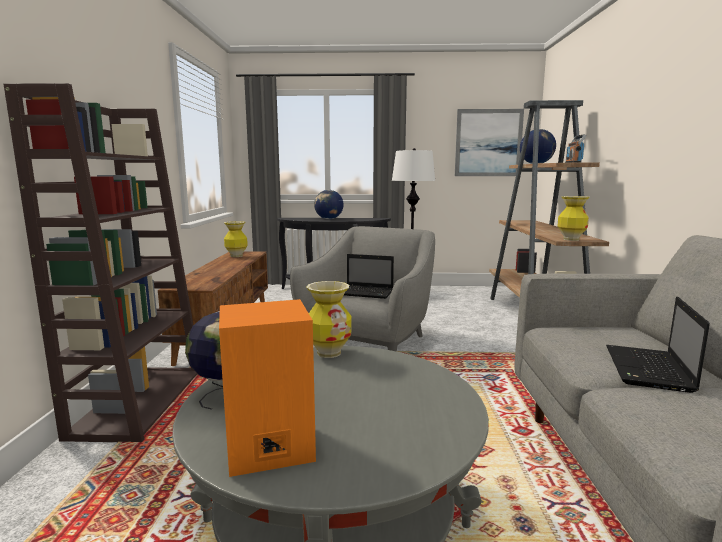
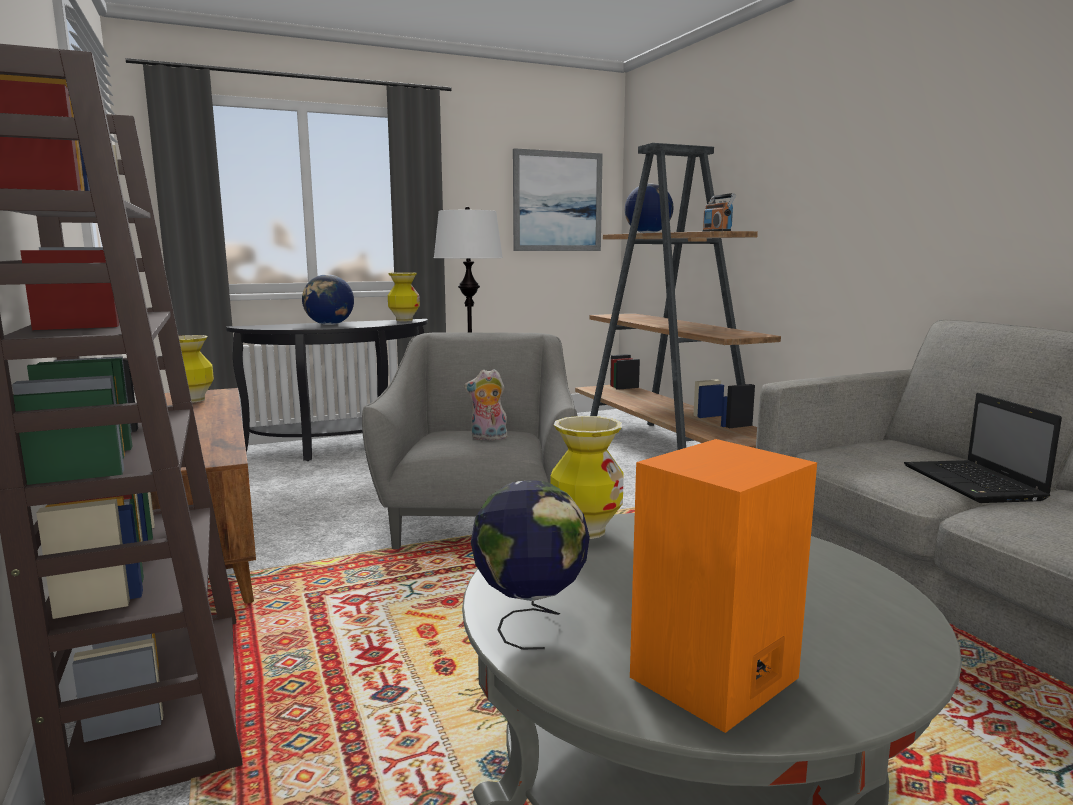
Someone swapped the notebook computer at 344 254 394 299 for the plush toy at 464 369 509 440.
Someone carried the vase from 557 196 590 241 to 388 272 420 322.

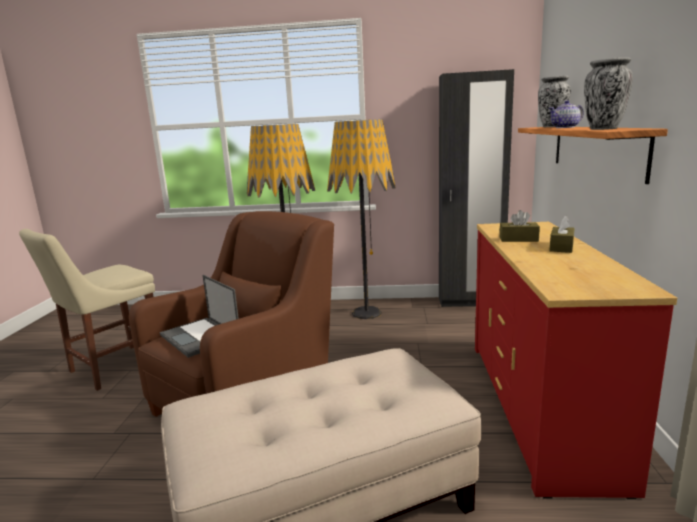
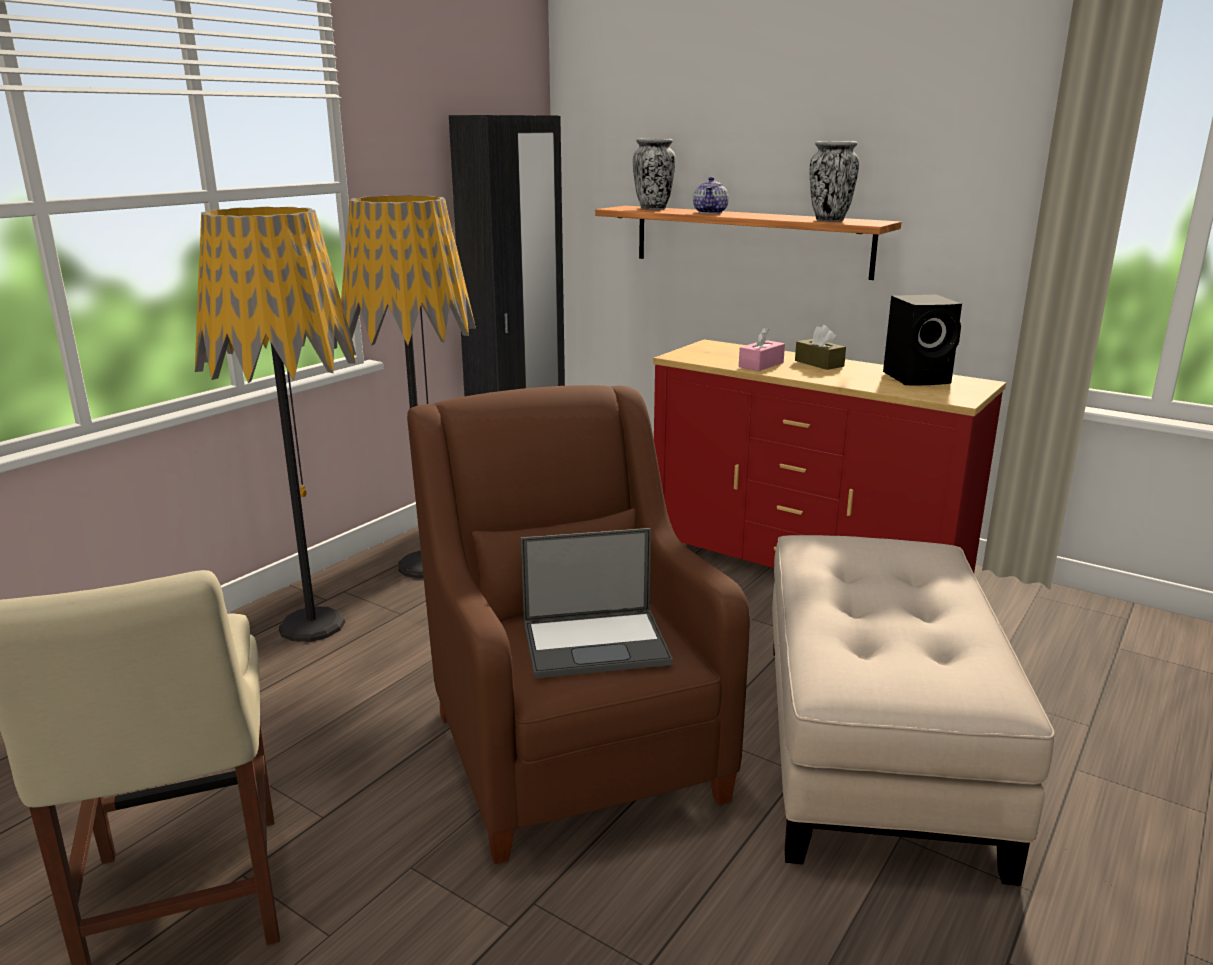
Someone repainted the box of tissues (brown-coloured) at 499 210 540 242, which became the box of tissues (pink-coloured) at 739 326 785 371.
Someone put down the loudspeaker (blackish) at 883 295 962 385.

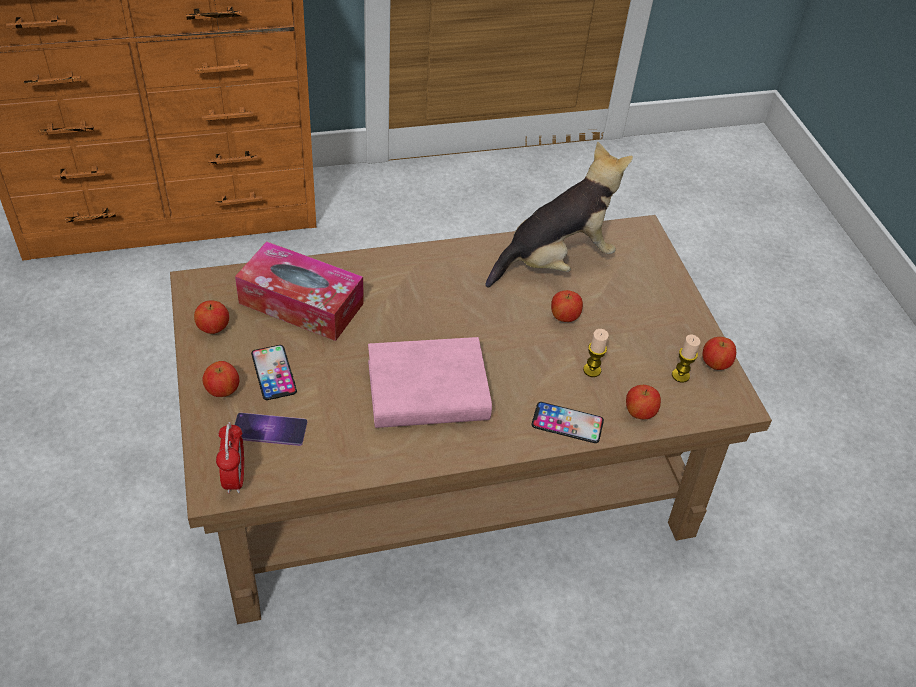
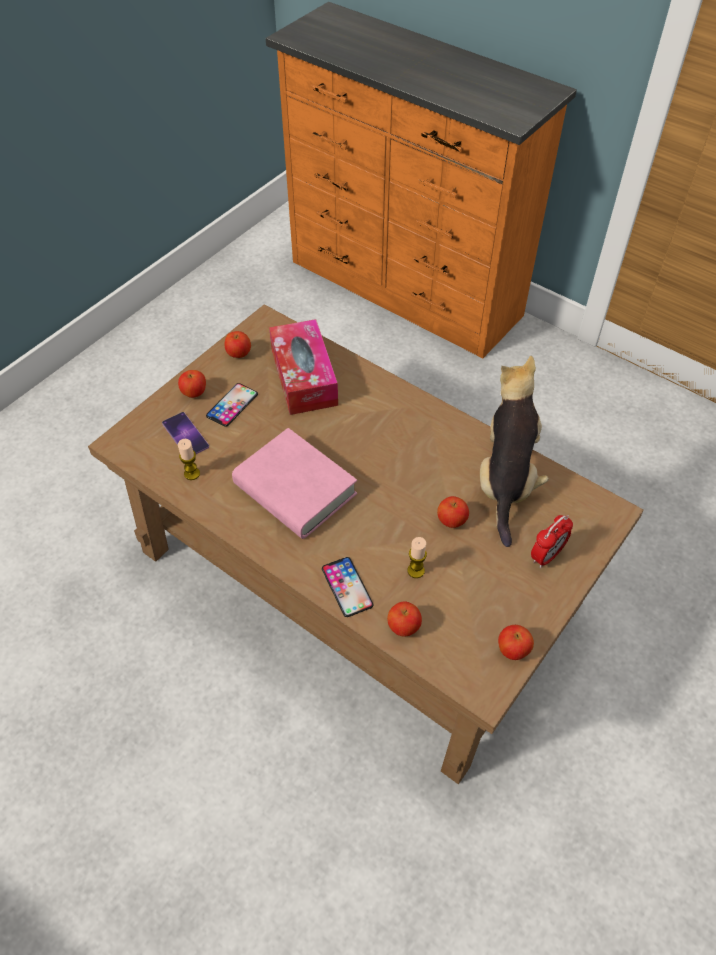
Someone carried the table clock from 216 422 244 494 to 531 515 573 568.
Someone rotated the plush toy at 485 142 633 288 by 105 degrees counterclockwise.
Someone carried the wax light from 672 335 700 383 to 178 439 200 480.

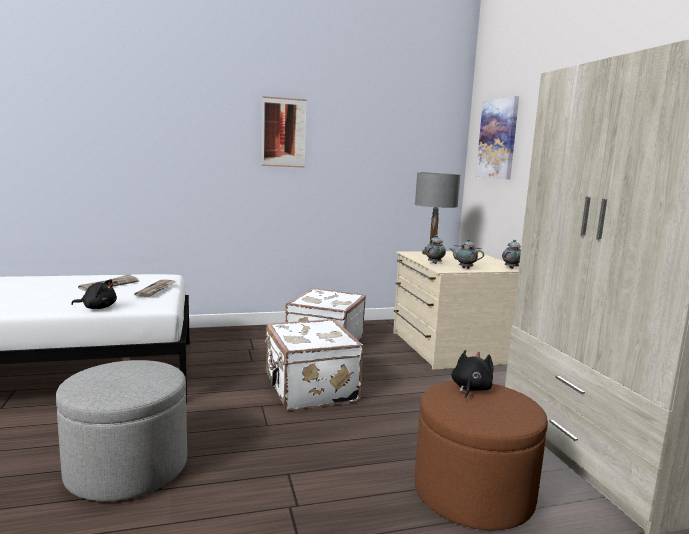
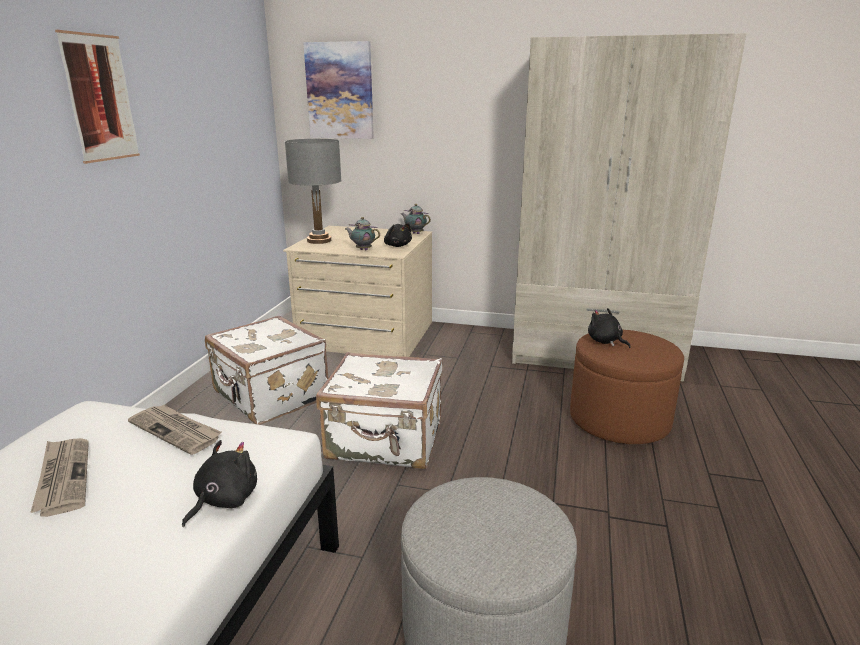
Someone swapped the pot for tea at 450 239 484 269 for the plush toy (blackish) at 384 223 412 247.

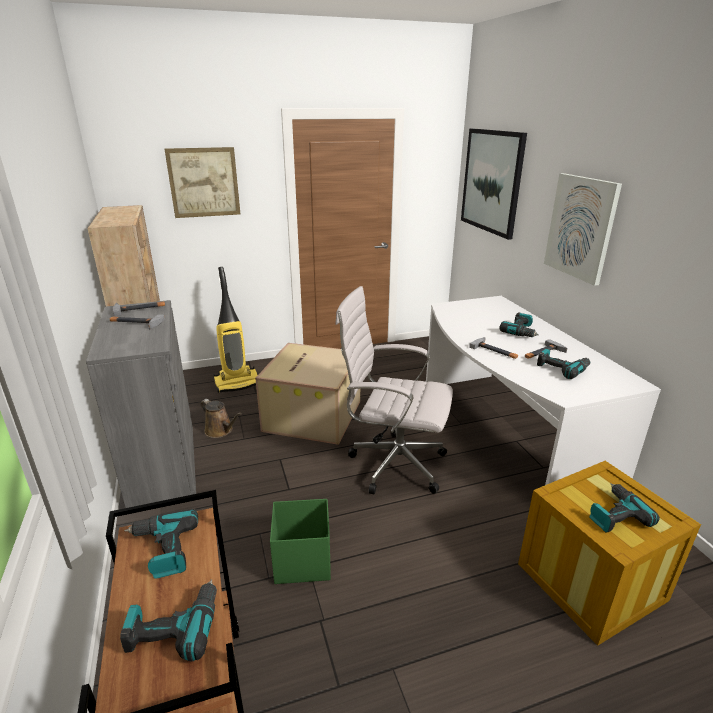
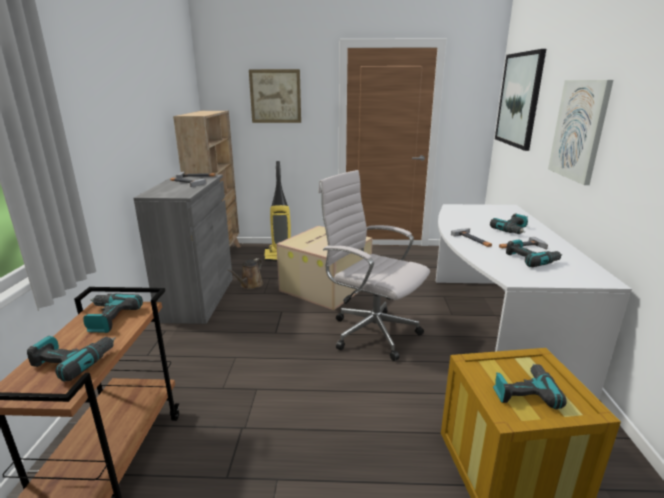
Someone rotated the watering can (brown-coloured) at 200 399 242 438 by 60 degrees clockwise.
Someone took away the storage bin (green) at 270 499 331 584.

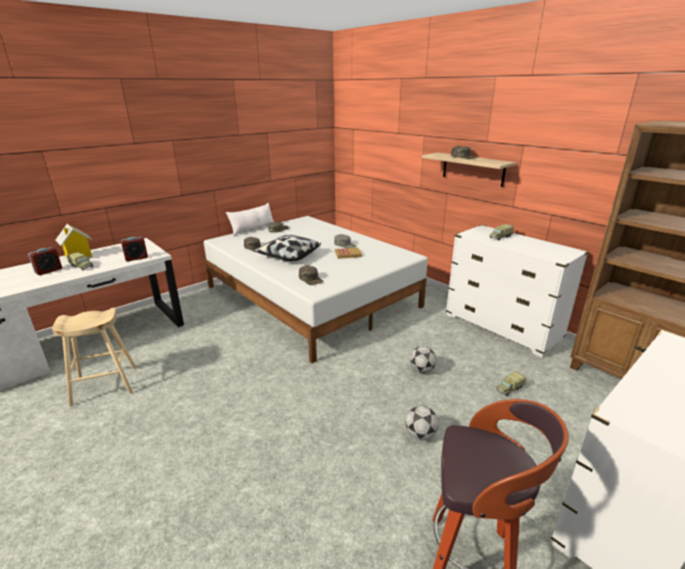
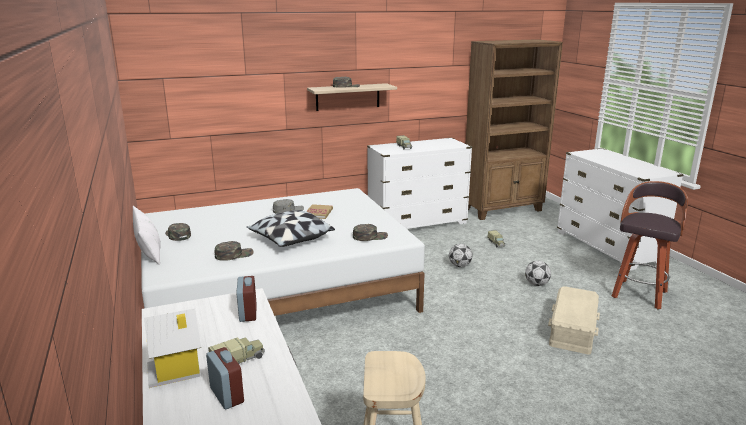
Someone put down the storage bin (sand-coloured) at 548 286 600 354.

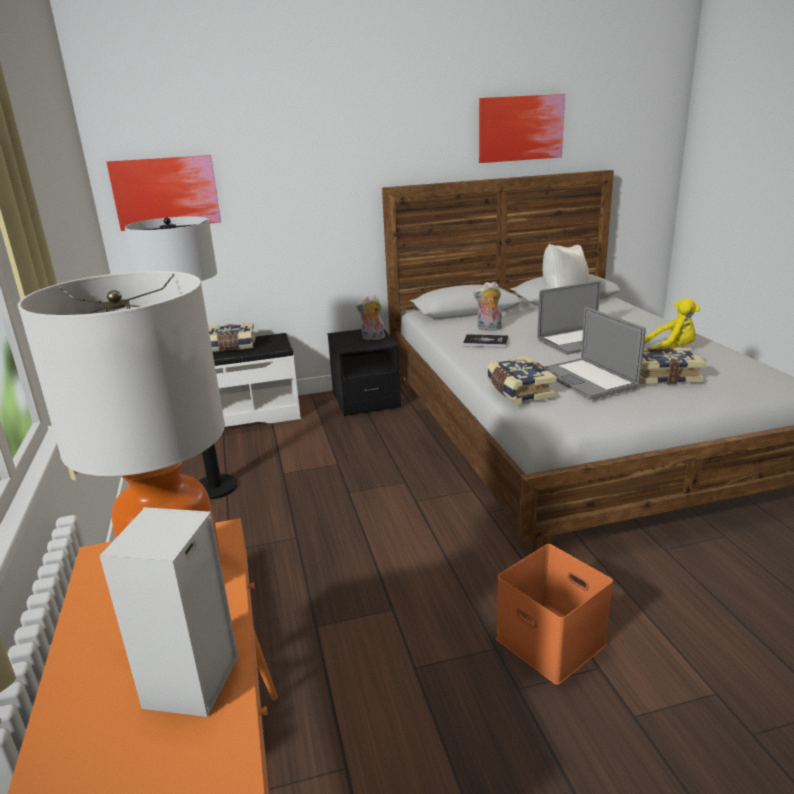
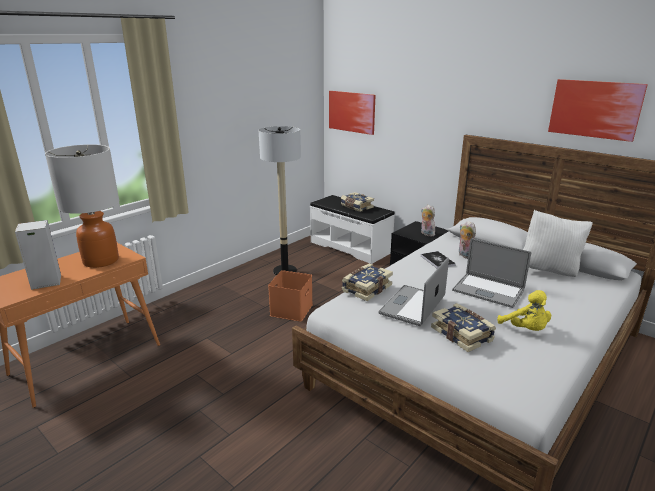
Someone carried the storage bin (orangey) from 496 544 613 685 to 268 270 313 322.

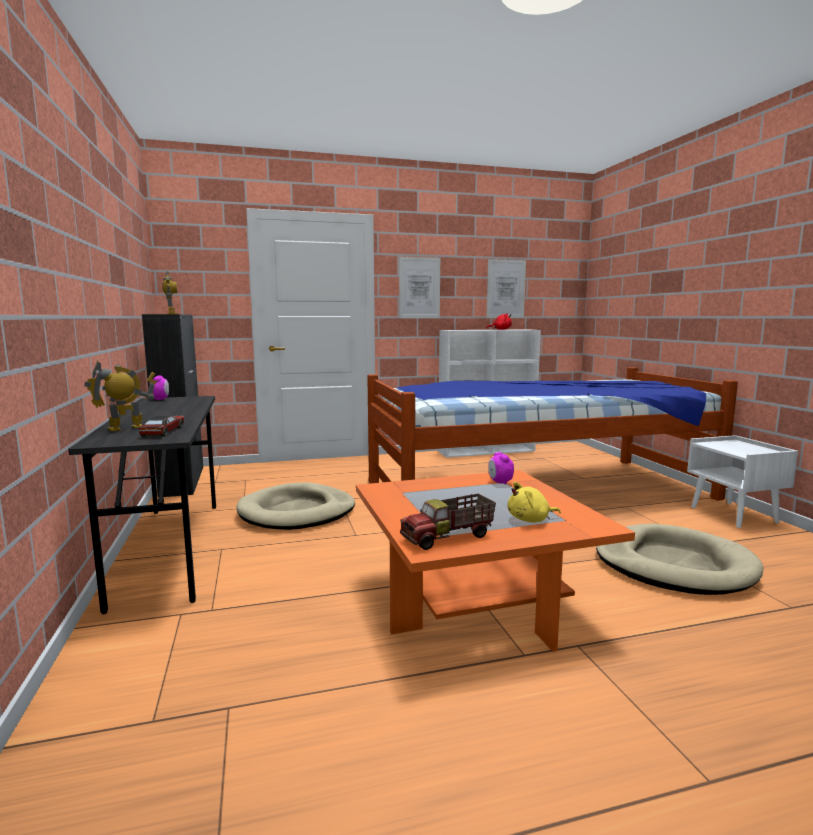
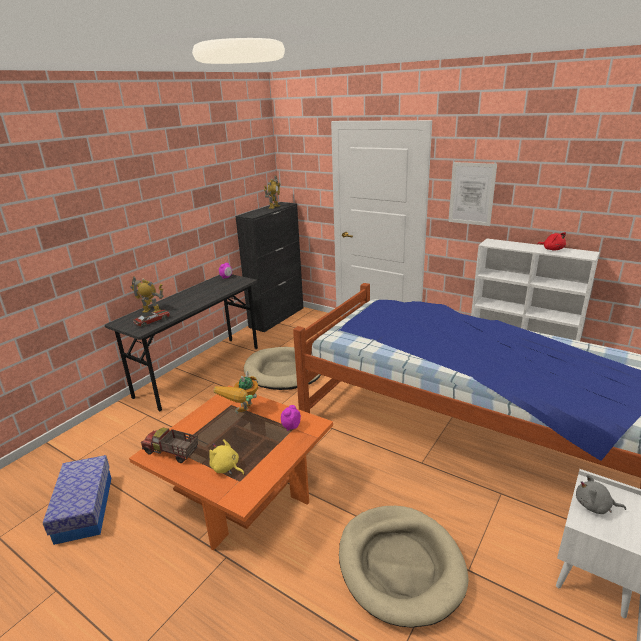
Someone took away the picture at 486 259 526 318.
Someone put down the storage bin at 43 455 111 545.
Someone put down the model robot at 214 370 258 414.
Someone put down the plush toy (grey) at 576 474 626 514.

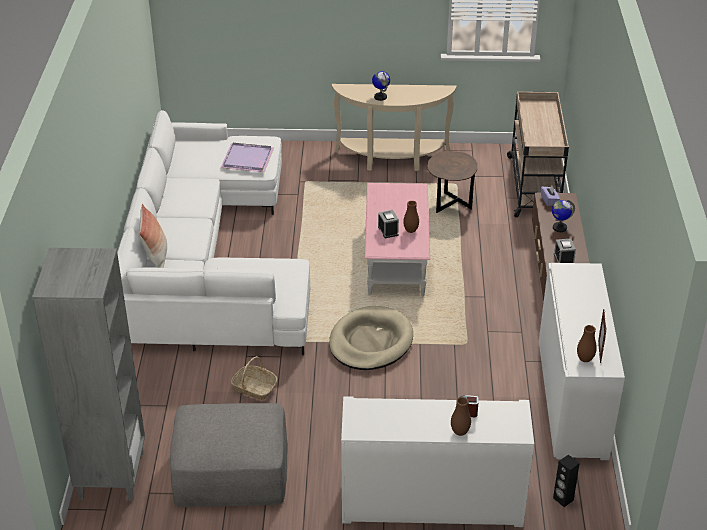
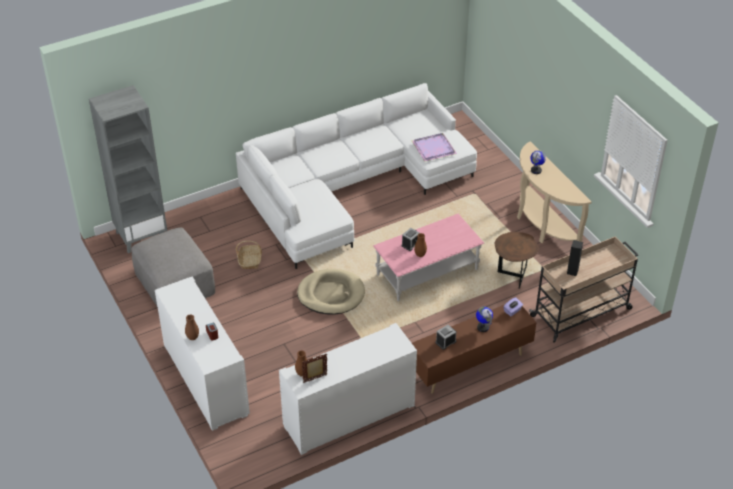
Someone took away the throw pillow at 139 204 167 268.
Someone carried the loudspeaker (blackish) from 553 454 579 507 to 567 240 583 276.

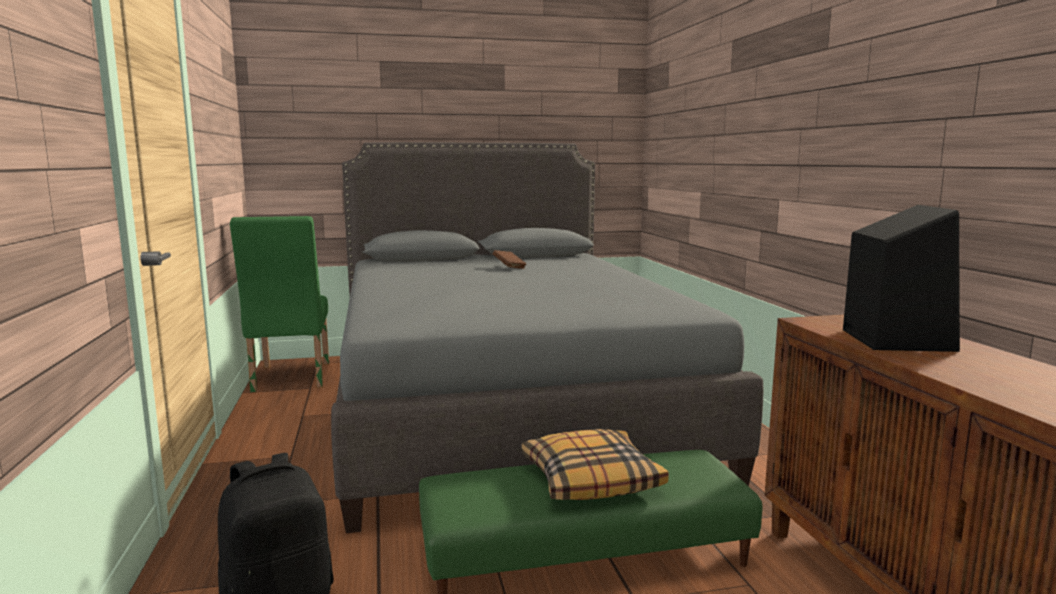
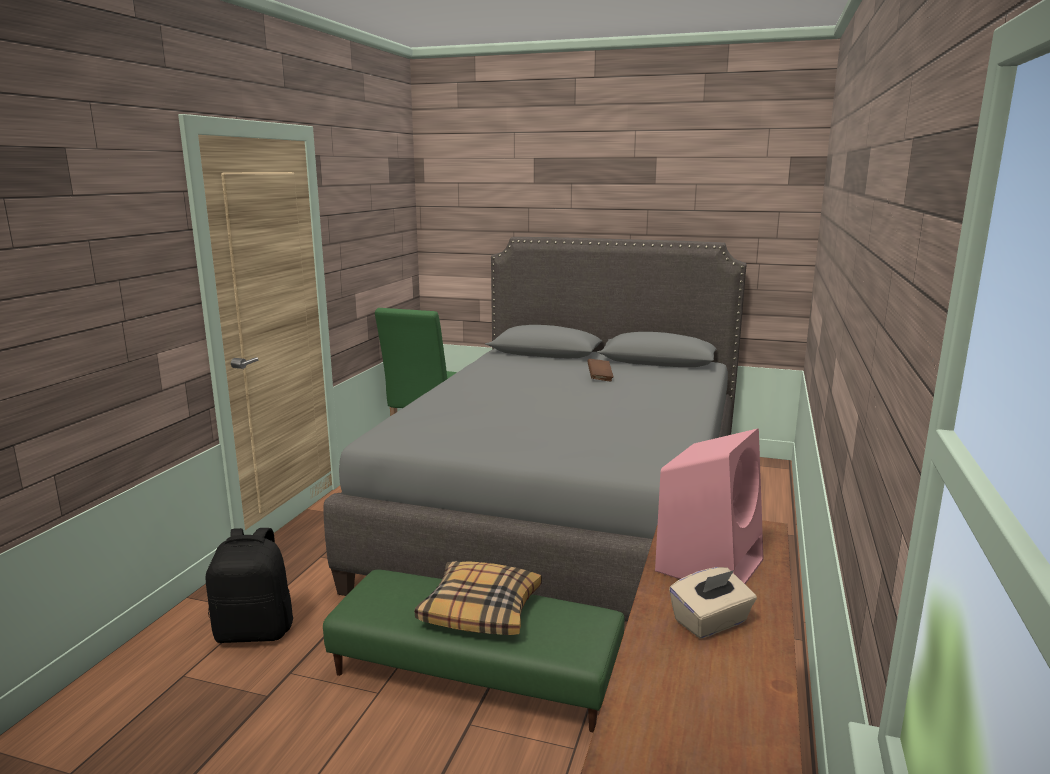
Someone repainted the loudspeaker (blackish) at 843 205 960 352, which became the loudspeaker (pink-coloured) at 655 428 763 584.
Someone put down the box of tissues (sand-coloured) at 669 567 757 639.

